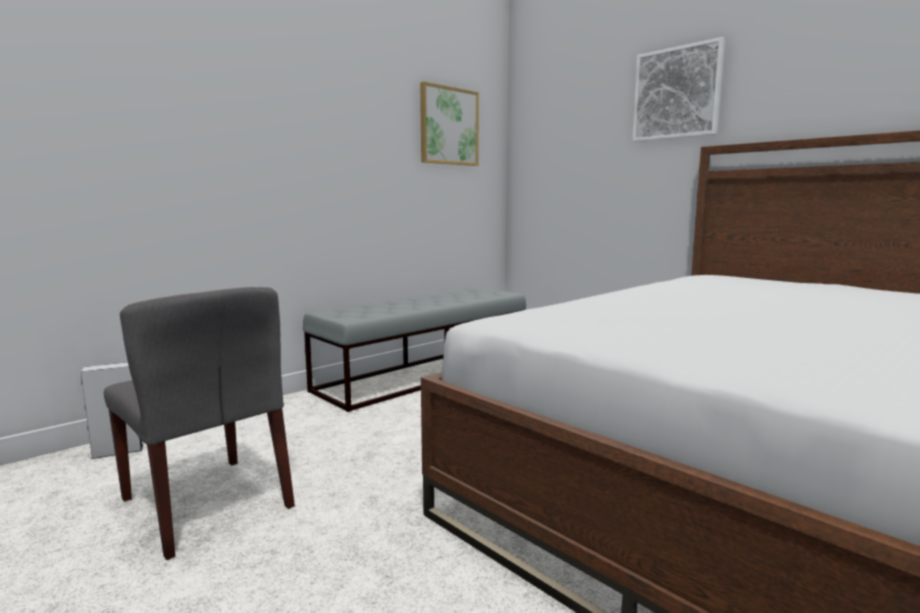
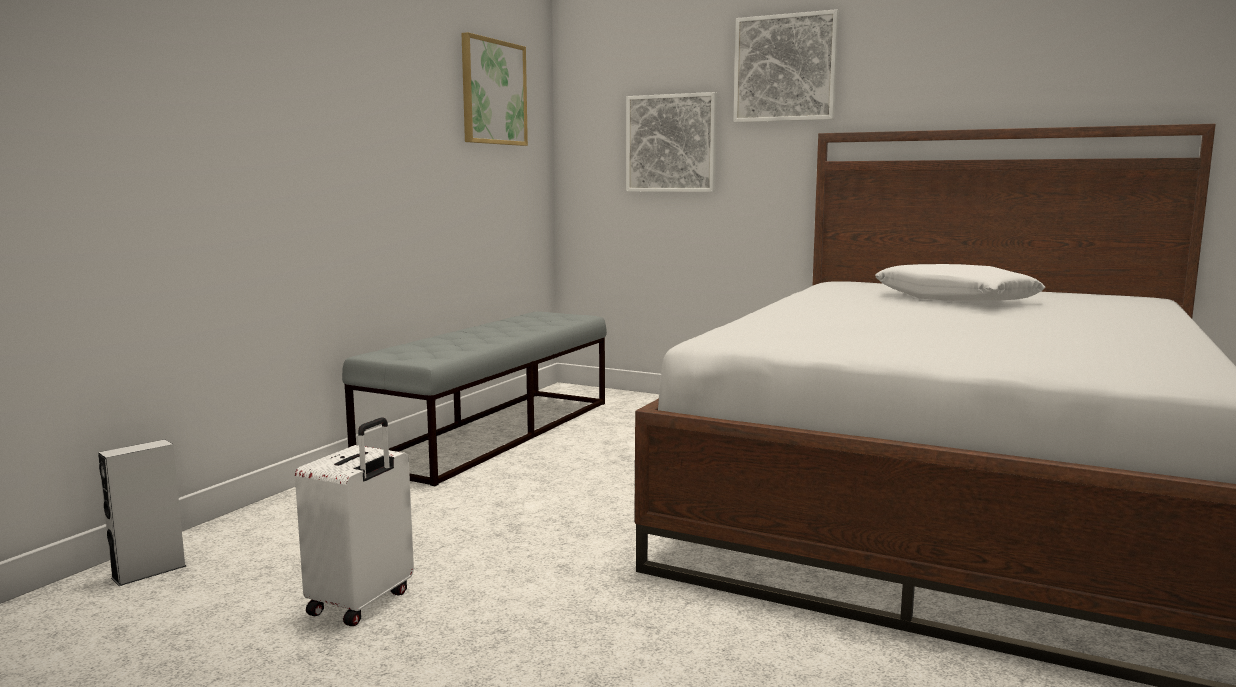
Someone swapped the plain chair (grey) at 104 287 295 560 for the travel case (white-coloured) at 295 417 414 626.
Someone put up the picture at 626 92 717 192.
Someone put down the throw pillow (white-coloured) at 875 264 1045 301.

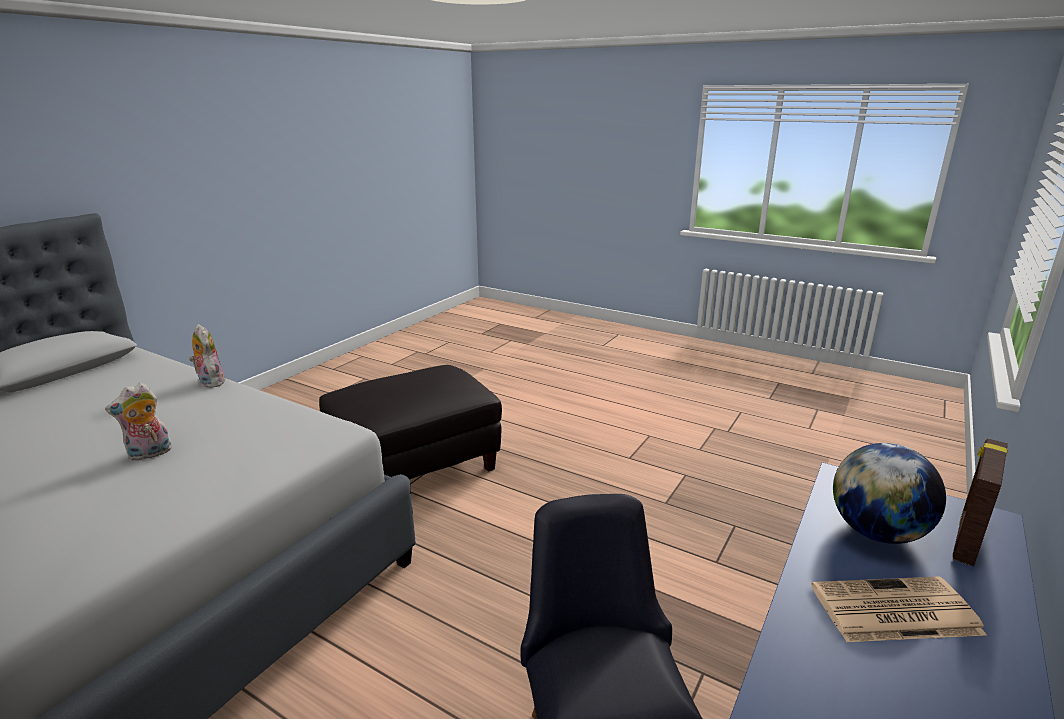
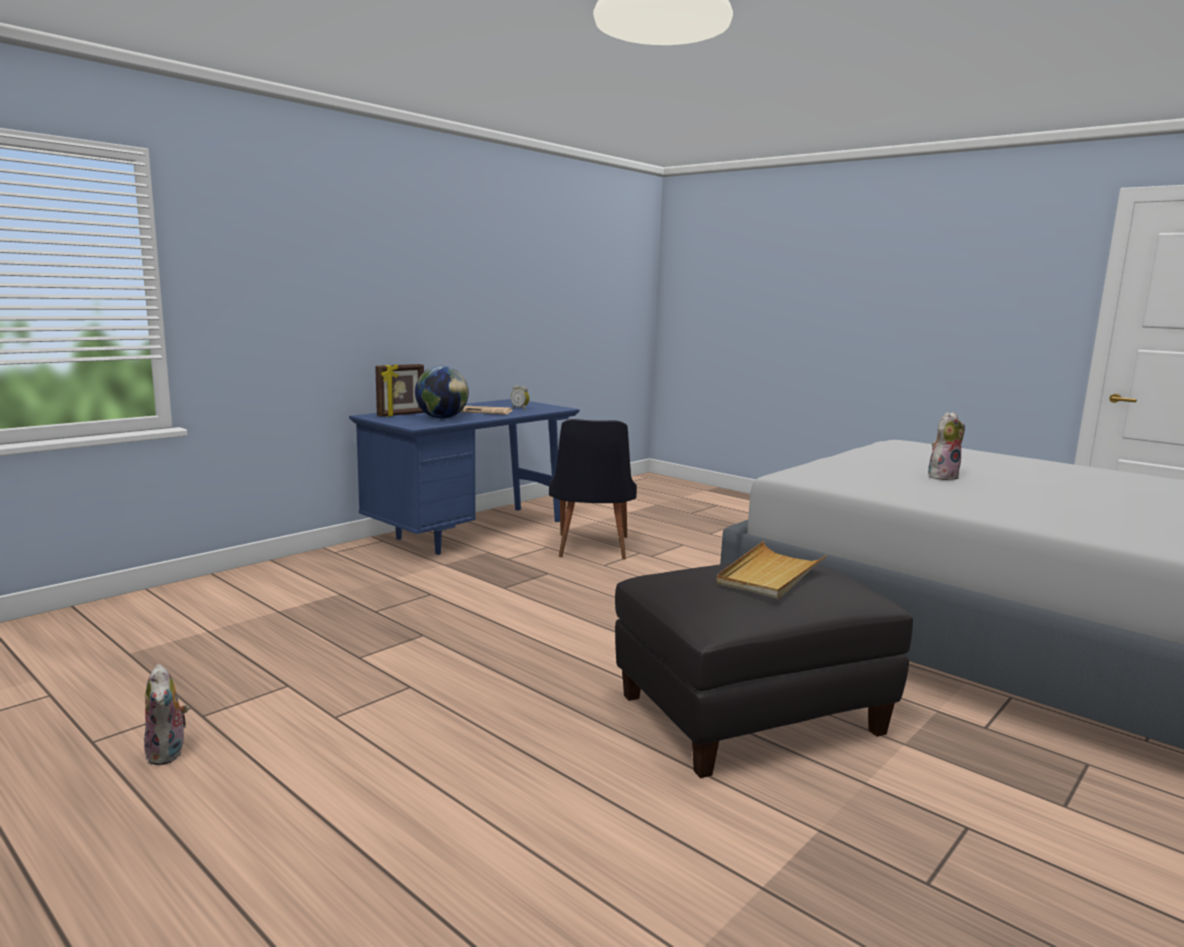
Someone carried the plush toy from 189 324 225 388 to 144 664 189 765.
Someone put down the table clock at 511 385 530 410.
Someone put down the tray (sand-coloured) at 716 541 828 599.

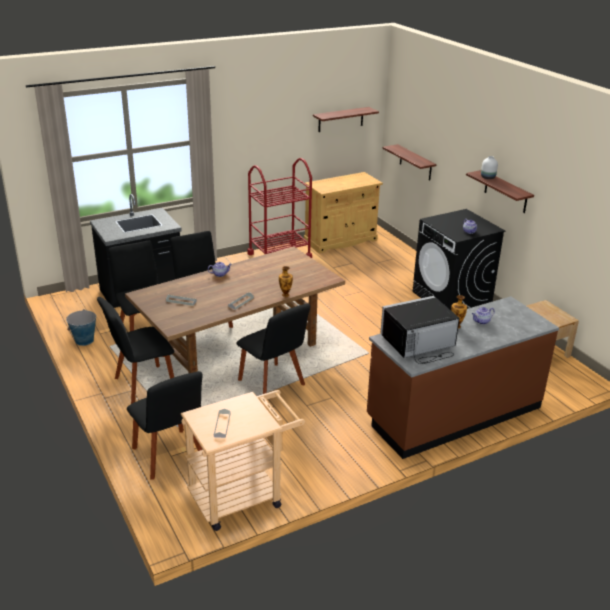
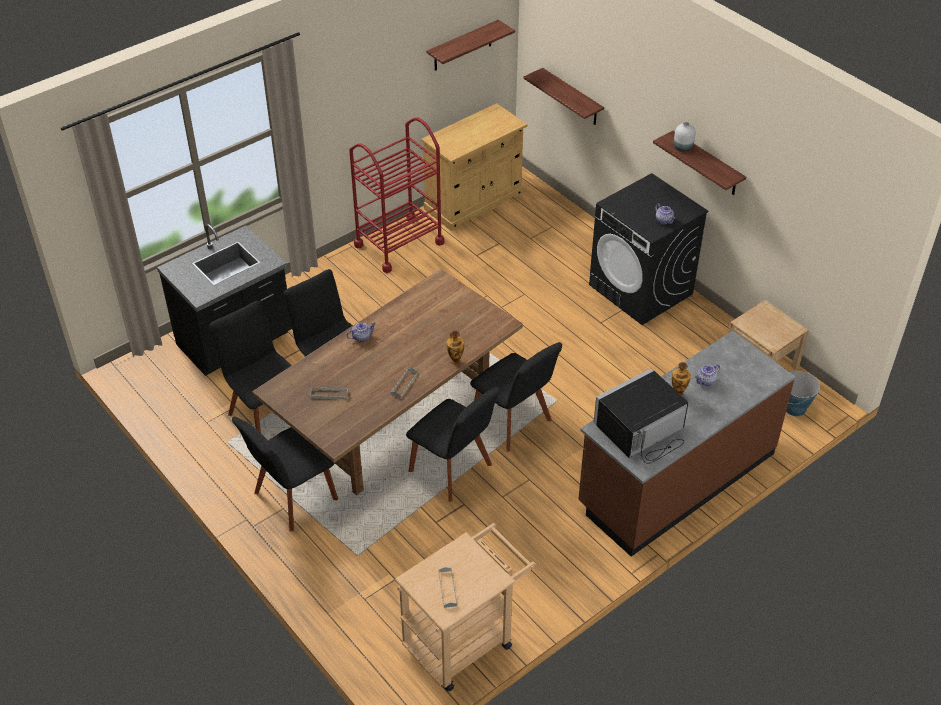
Someone carried the water bucket from 66 309 96 346 to 786 370 820 416.
Someone carried the plain chair (blackish) from 127 371 203 480 to 470 342 562 451.

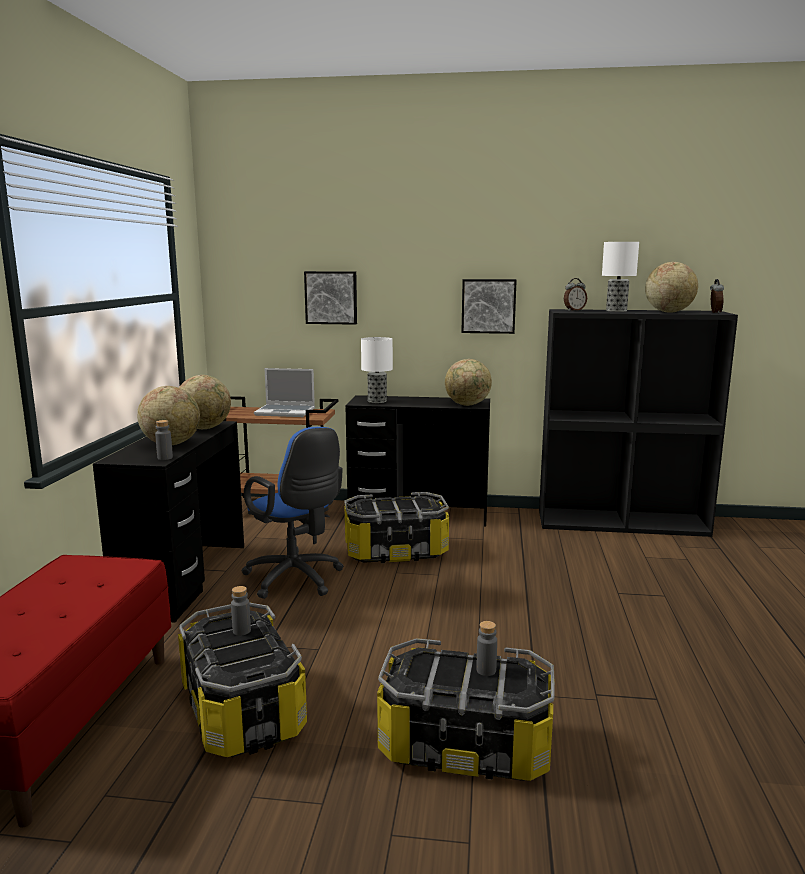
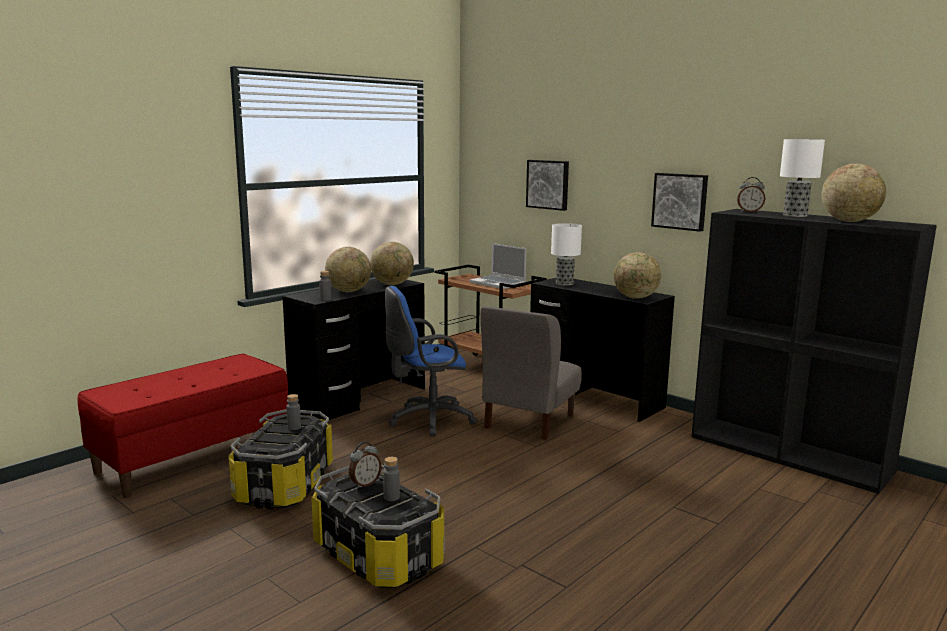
Someone rotated the desk chair (bluish) at 242 427 344 599 by 75 degrees clockwise.
Someone swapped the storage bin at 344 492 449 563 for the plain chair (grey) at 480 306 582 440.
Someone carried the table clock from 710 279 724 313 to 349 442 382 488.

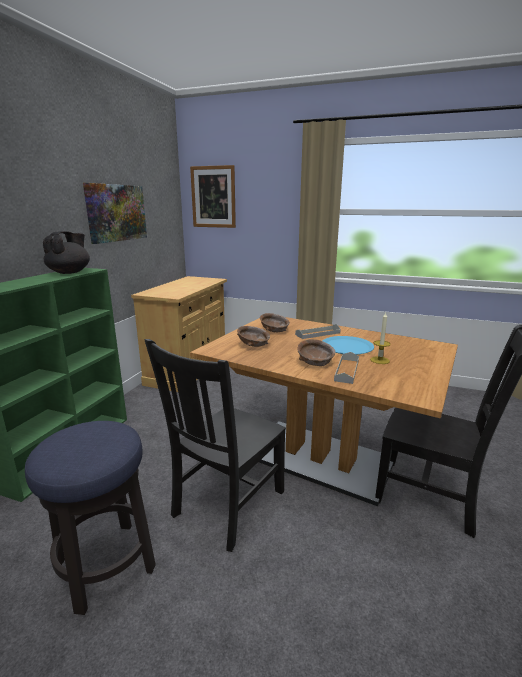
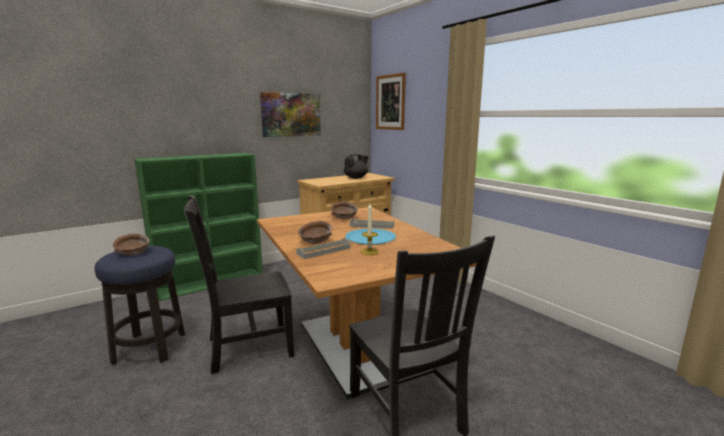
Someone carried the pot for tea (blackish) from 43 231 90 274 to 344 154 368 179.
Someone carried the deep dish (brown-coloured) from 237 326 270 347 to 113 234 150 255.

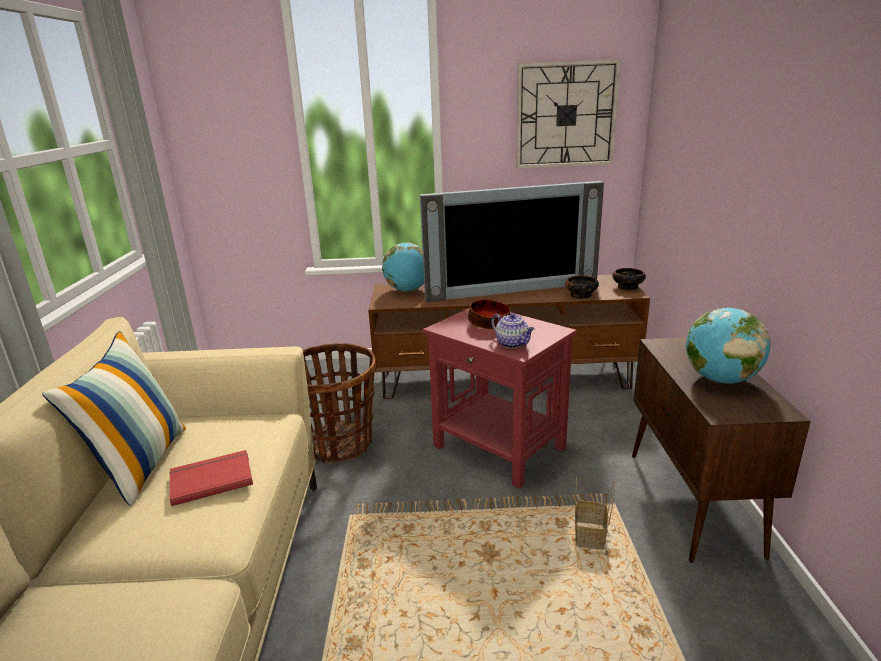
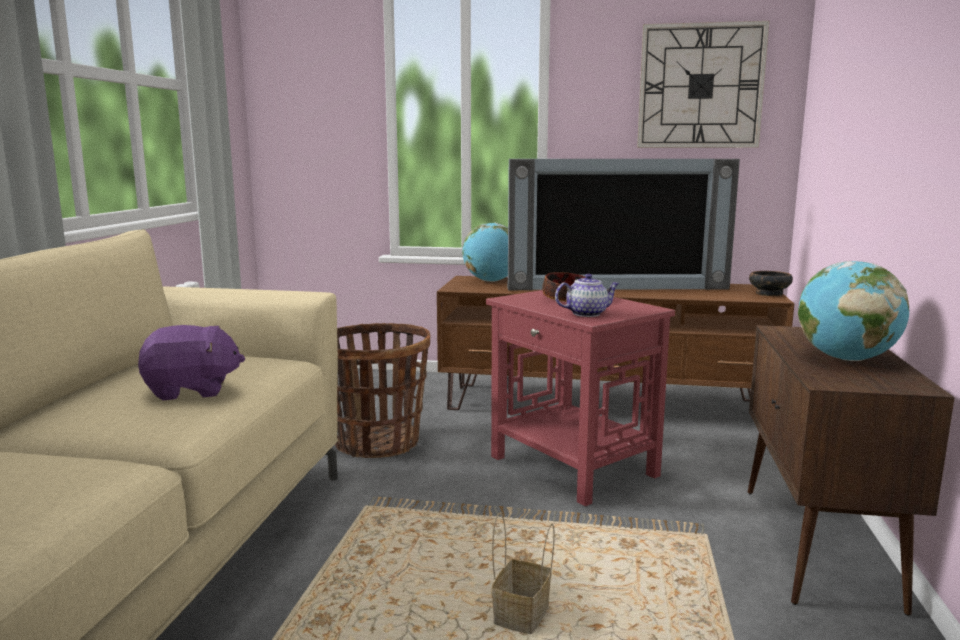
Someone took away the throw pillow at 42 331 186 506.
Someone swapped the book (red) at 169 450 253 506 for the plush toy (purple) at 138 325 245 400.
Someone rotated the pot for tea at 491 313 535 348 by 75 degrees counterclockwise.
Someone took away the deep dish at 565 276 599 299.
Someone carried the household basket from 575 476 615 550 to 492 512 555 634.

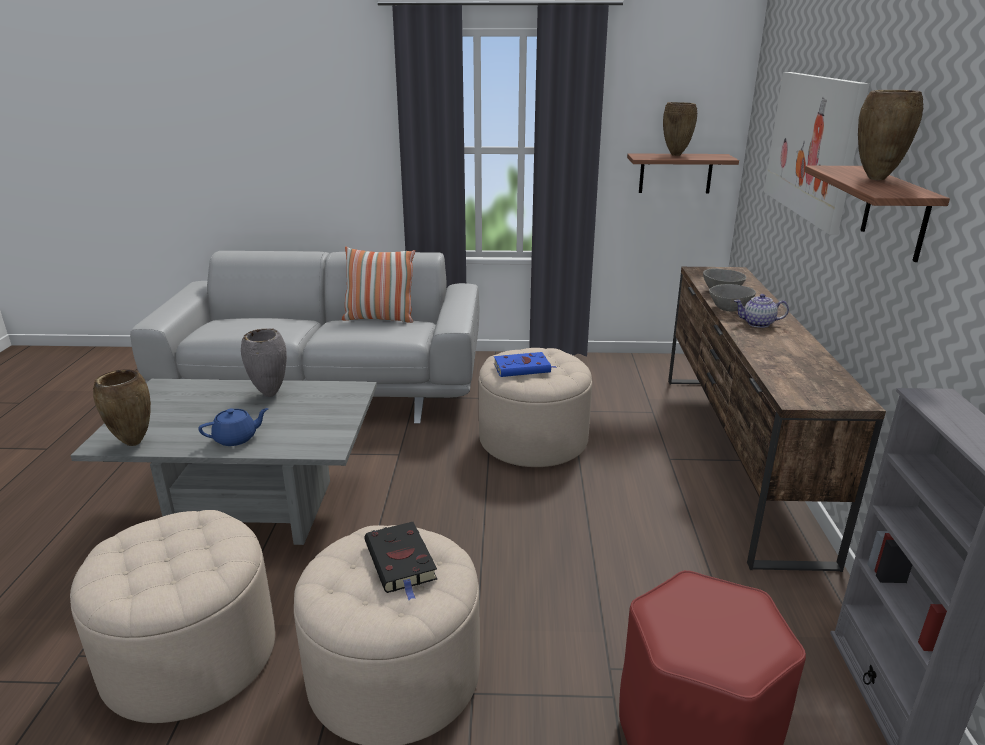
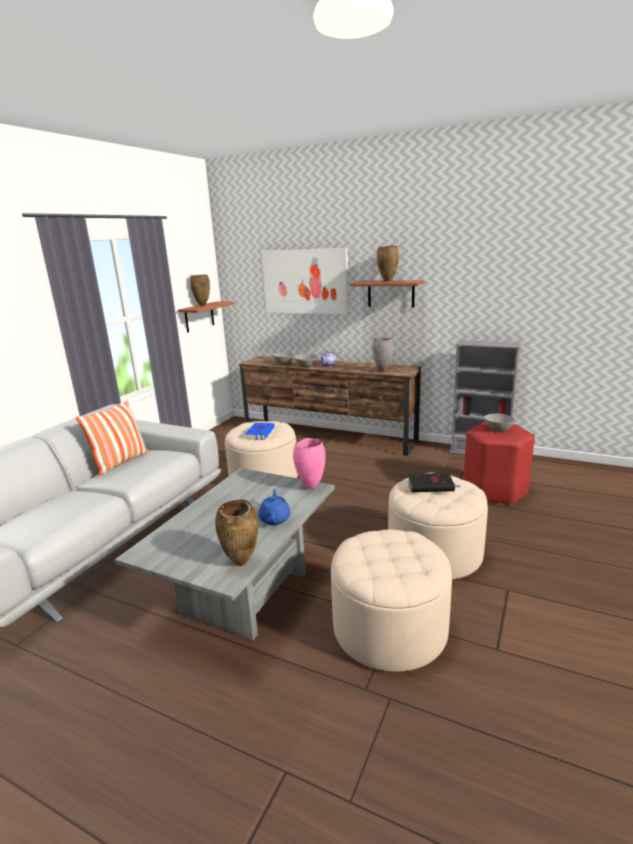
Someone carried the vase (grey) from 241 328 287 397 to 372 337 394 372.
Someone put down the vase (pink-coloured) at 293 438 326 489.
Someone put down the deep dish (grey) at 484 413 515 432.

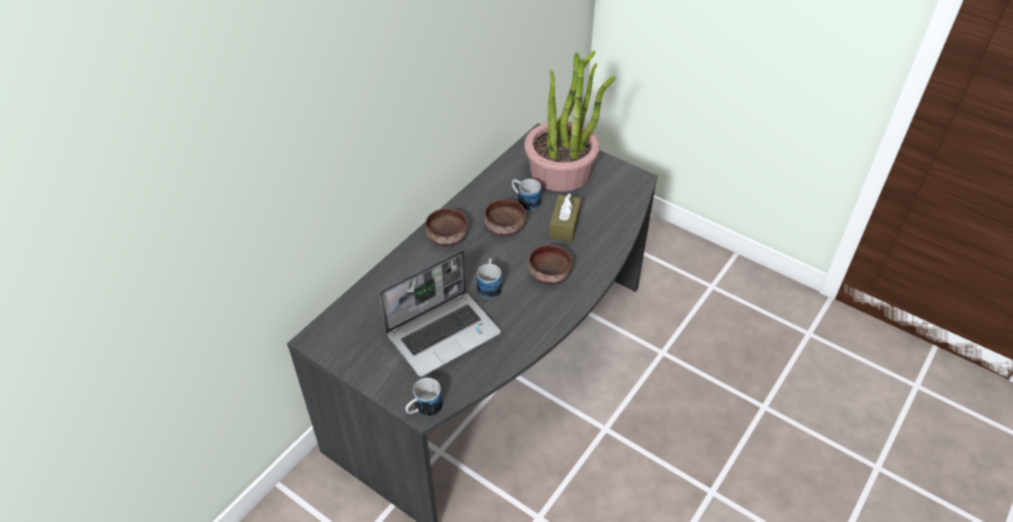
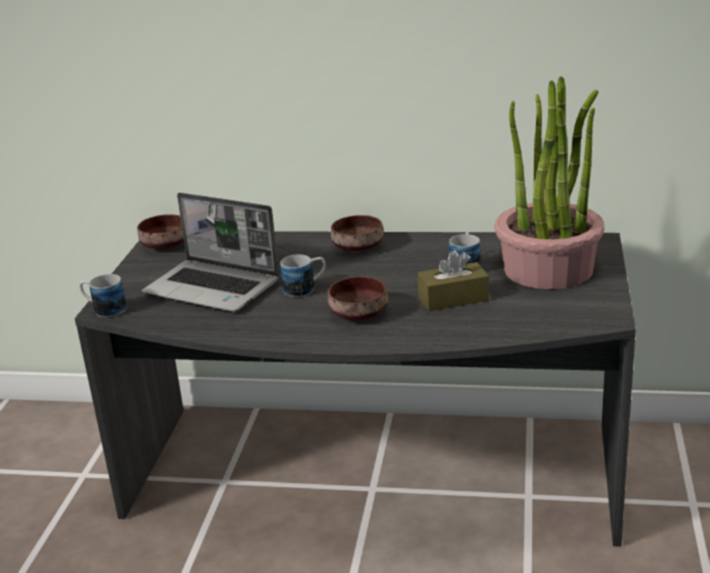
Someone carried the deep dish (brown-coloured) from 484 199 526 236 to 137 214 184 249.

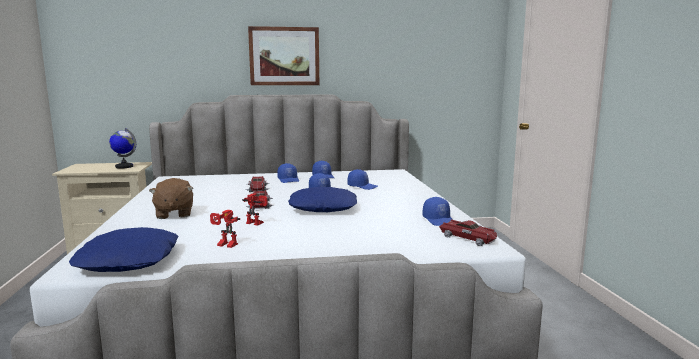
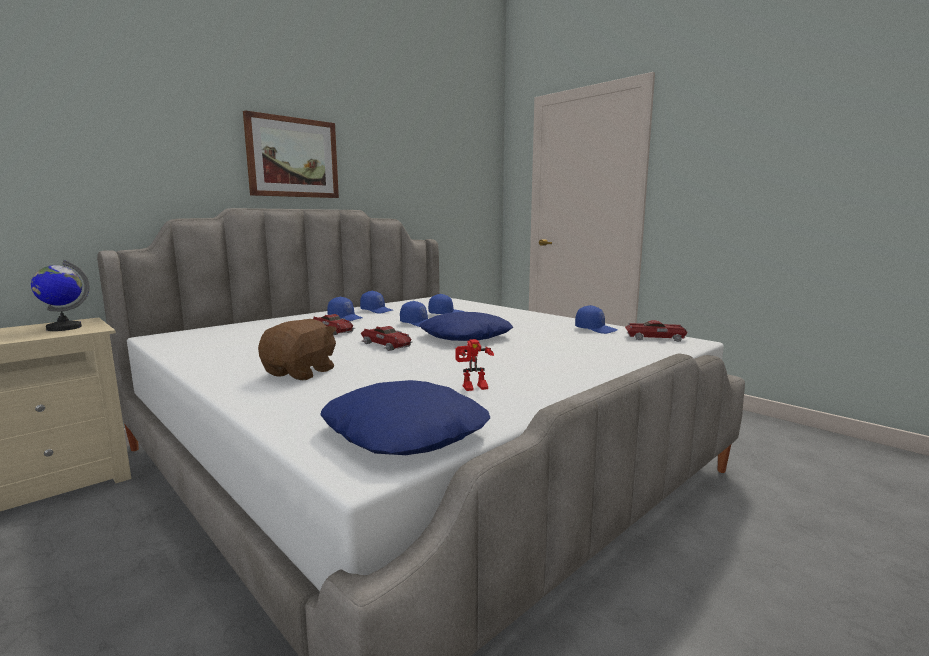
Someone rotated the plush toy (brown-coloured) at 149 178 193 219 by 105 degrees counterclockwise.
Someone took away the model robot at 242 193 267 226.

